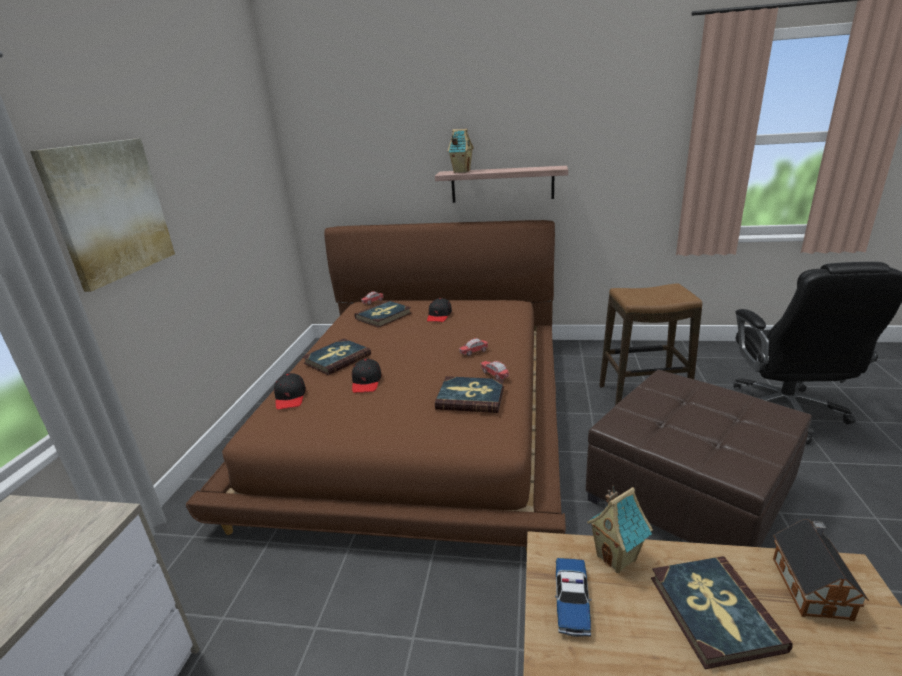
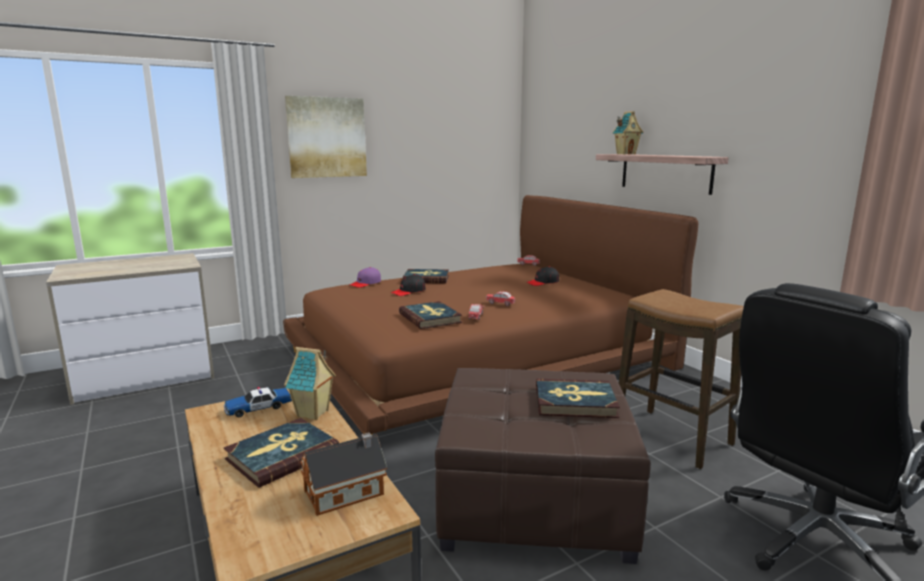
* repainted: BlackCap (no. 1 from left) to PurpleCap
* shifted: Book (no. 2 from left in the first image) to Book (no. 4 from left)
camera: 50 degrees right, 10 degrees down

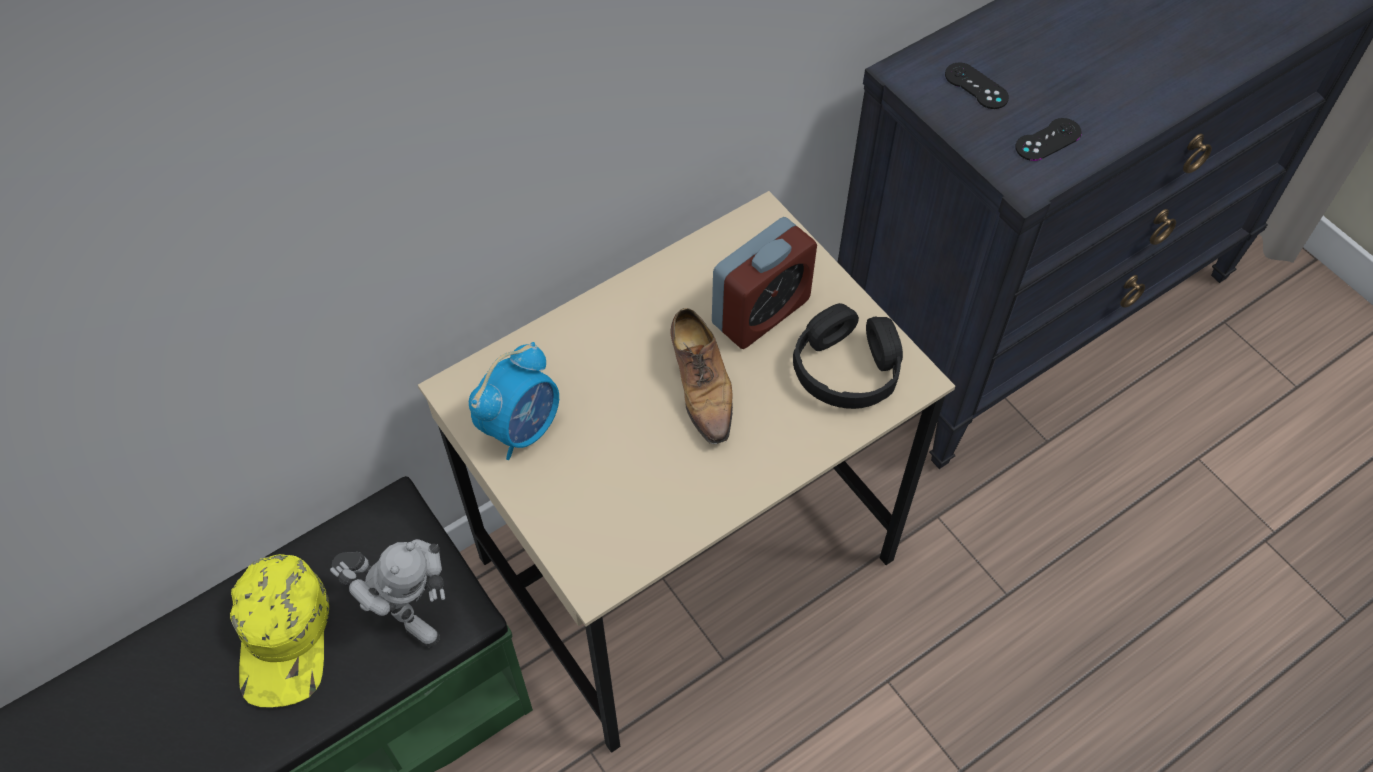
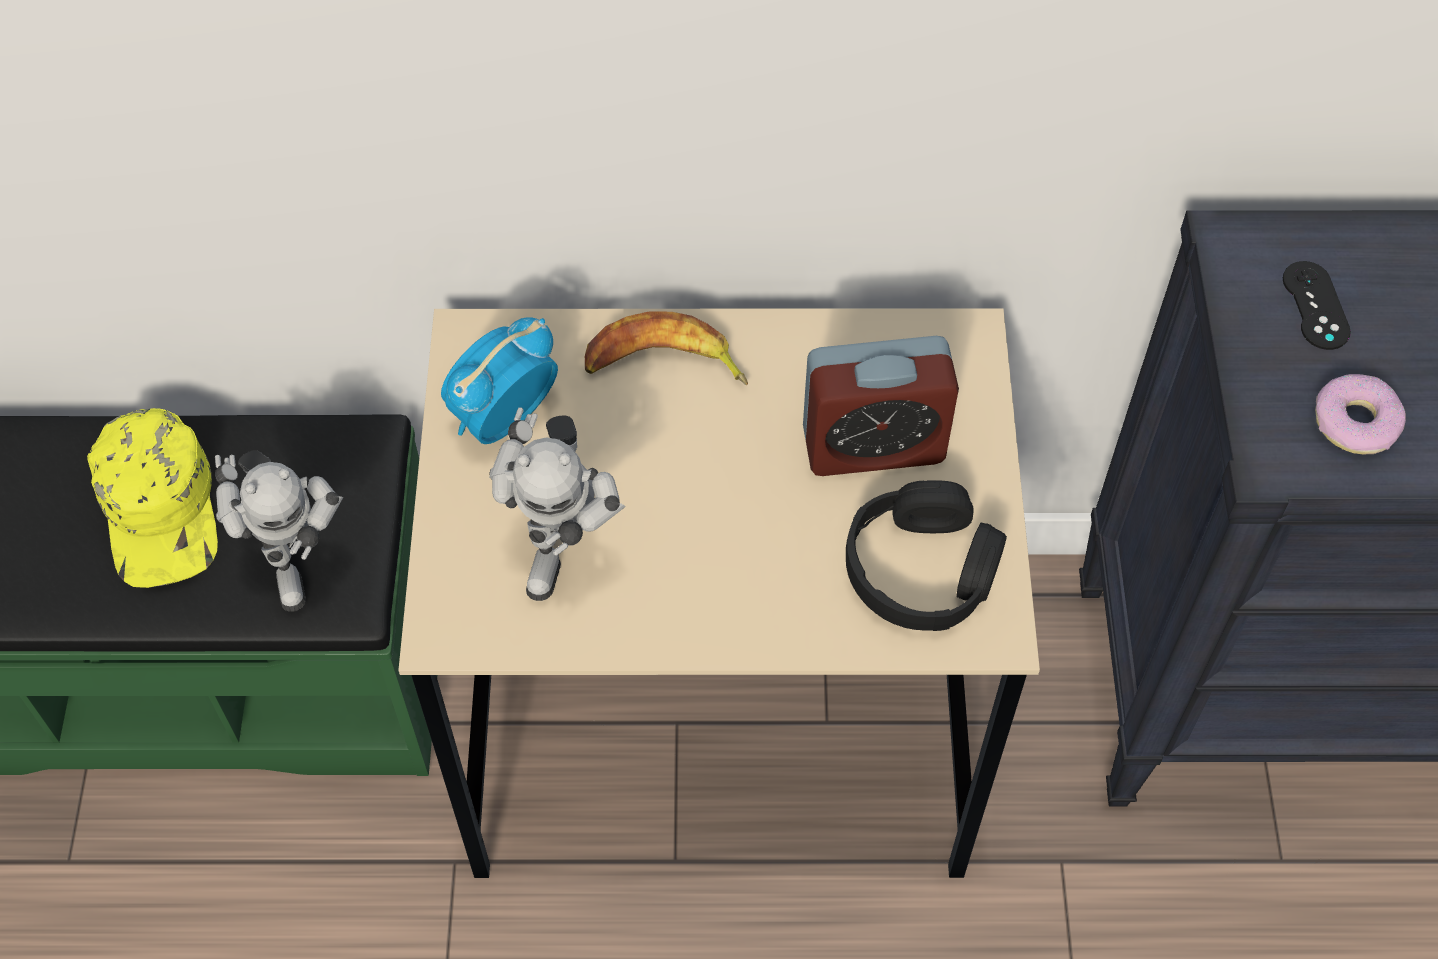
* rotated: YellowCap 45 degrees counterclockwise
* rotated: AlarmClock (no. 1 from left) 150 degrees clockwise
* new: ToyRobot (no. 2 from left)
* new: Banana
* swapped: BlackGameController (no. 2 from left) to Donut
* gone: Shoe
camera: 35 degrees right, 0 degrees up

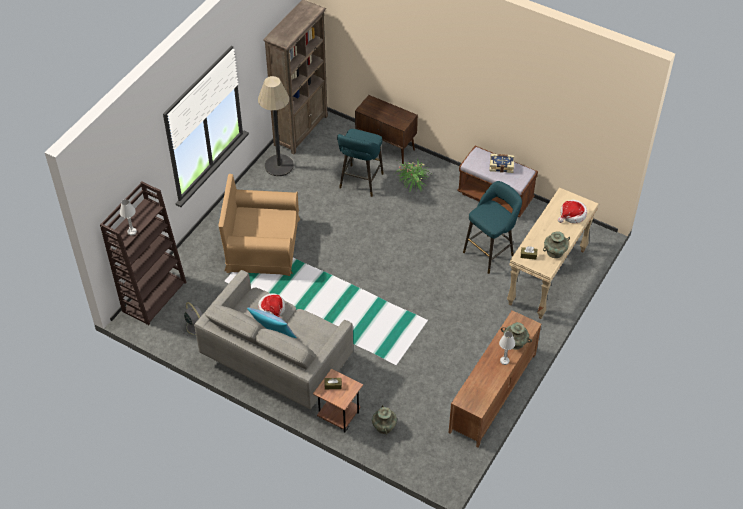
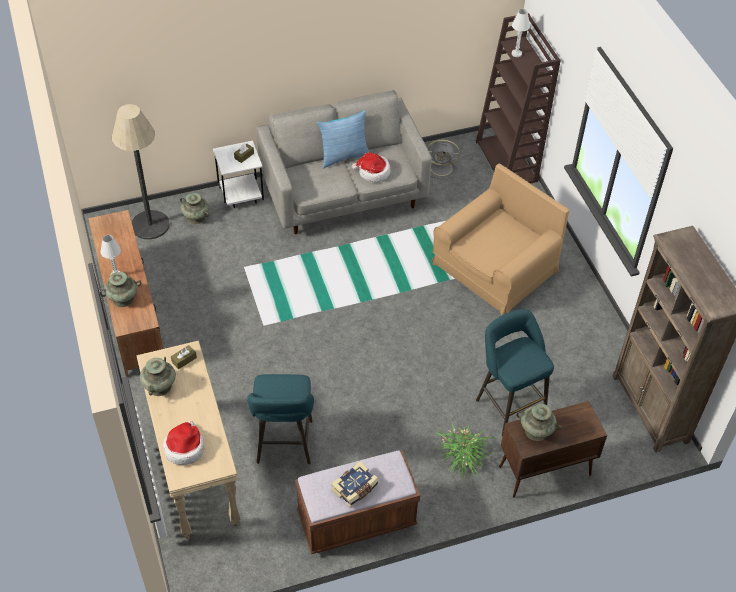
* shifted: FloorLamp
* repainted: BrownSideTable to WhiteSideTable
* new: TurquoiseVase (no. 4 from left)
camera: 130 degrees right, 0 degrees up

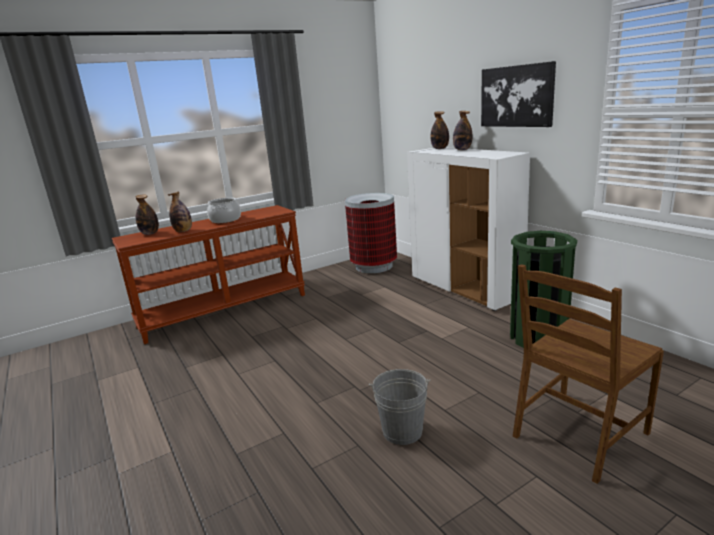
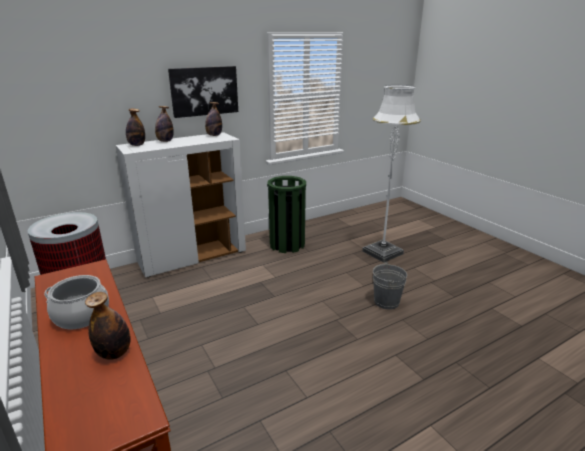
* shifted: Bottle (no. 1 from left in the first image) to Bottle (no. 4 from left)
* swapped: BrownChair to WhiteFloorLamp
camera: 90 degrees left, 5 degrees up

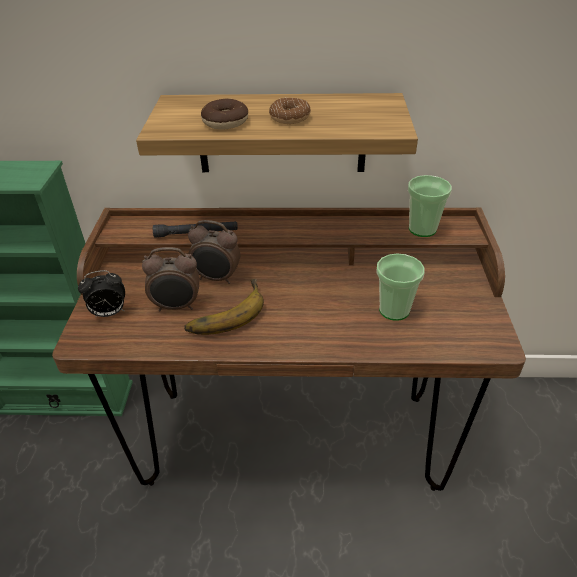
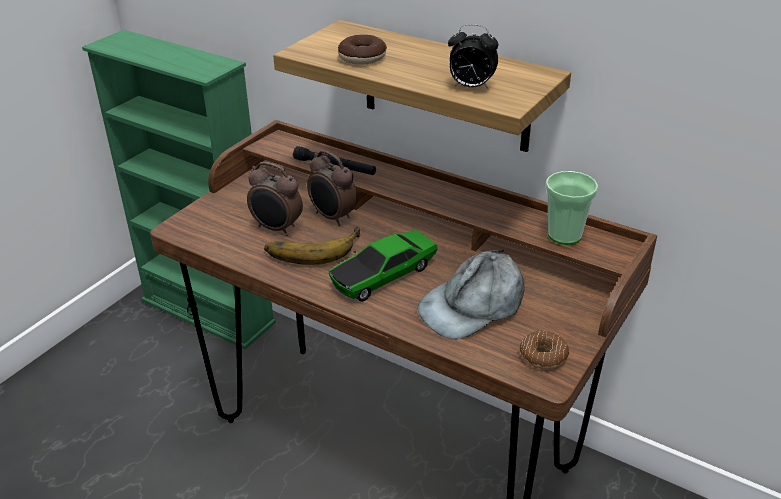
* new: ToyCar
* swapped: Cup (no. 1 from left) to GreyCap
* shifted: AlarmClock (no. 1 from left in the first image) to AlarmClock (no. 3 from left)
* shifted: Donut (no. 2 from left)
camera: 30 degrees right, 5 degrees down

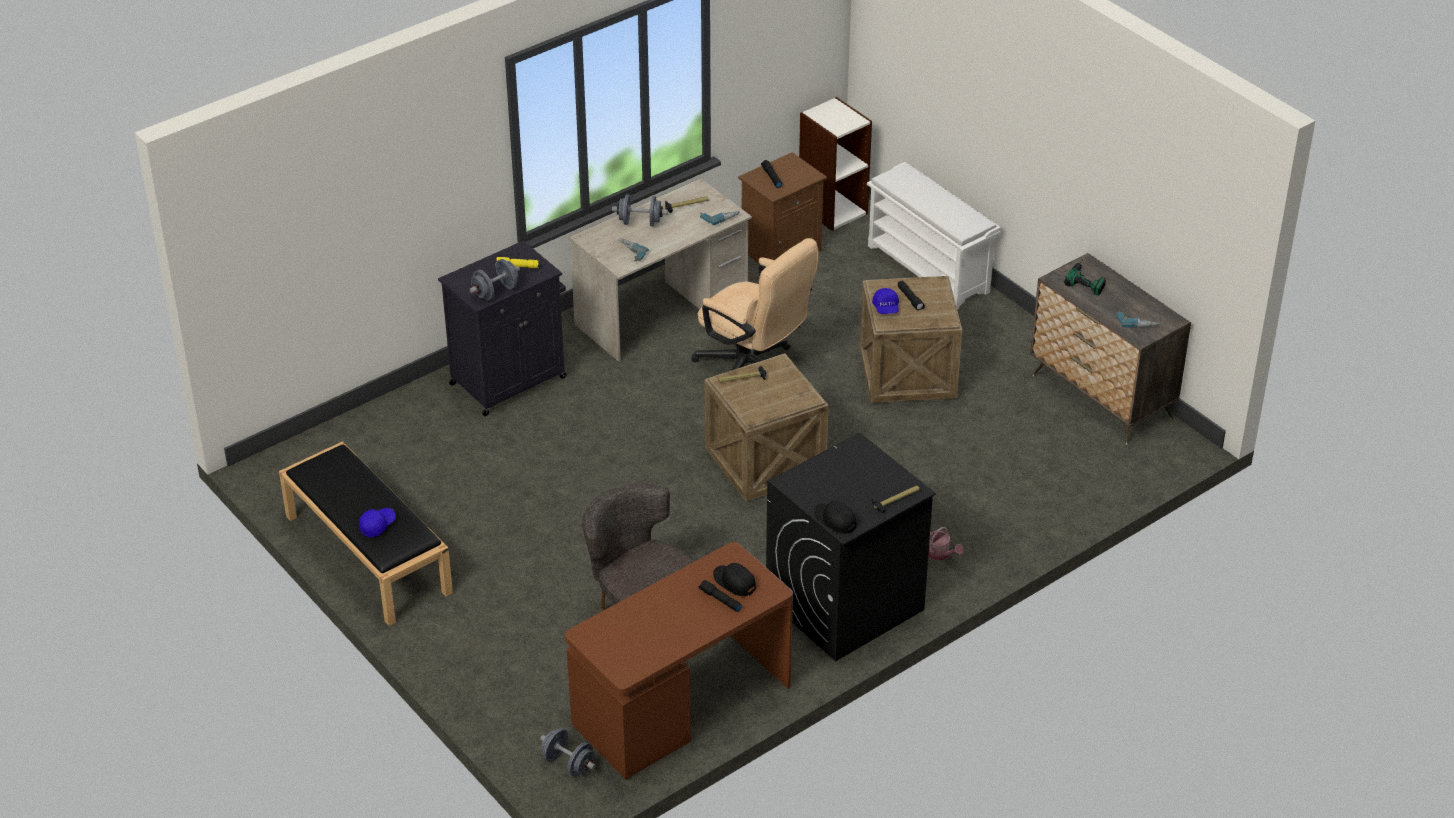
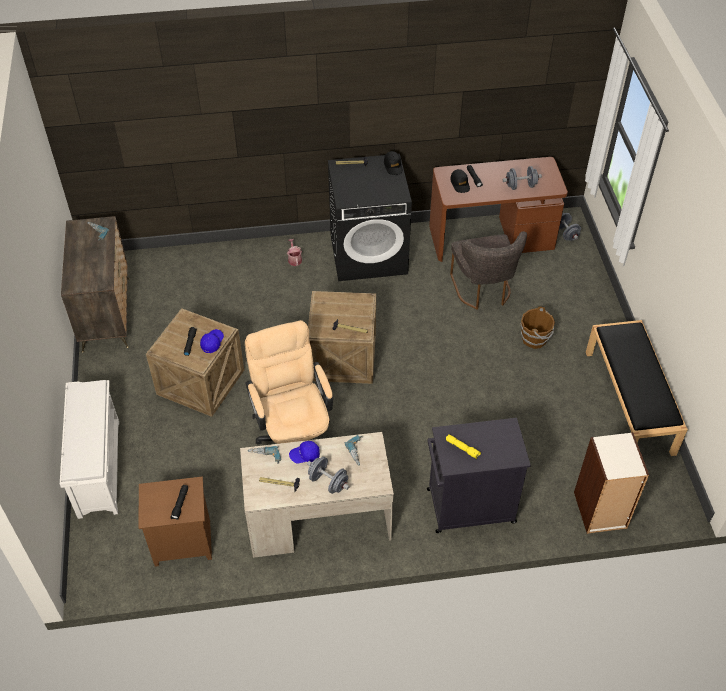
* shifted: BlueCap (no. 1 from left in the first image) to BlueCap (no. 2 from left)
* shifted: GreyDumbbell (no. 1 from left in the first image) to GreyDumbbell (no. 2 from left)
* new: BrownBucket
* shifted: Bookcase
* gone: PowerDrill (no. 3 from left)
camera: 150 degrees left, 10 degrees up

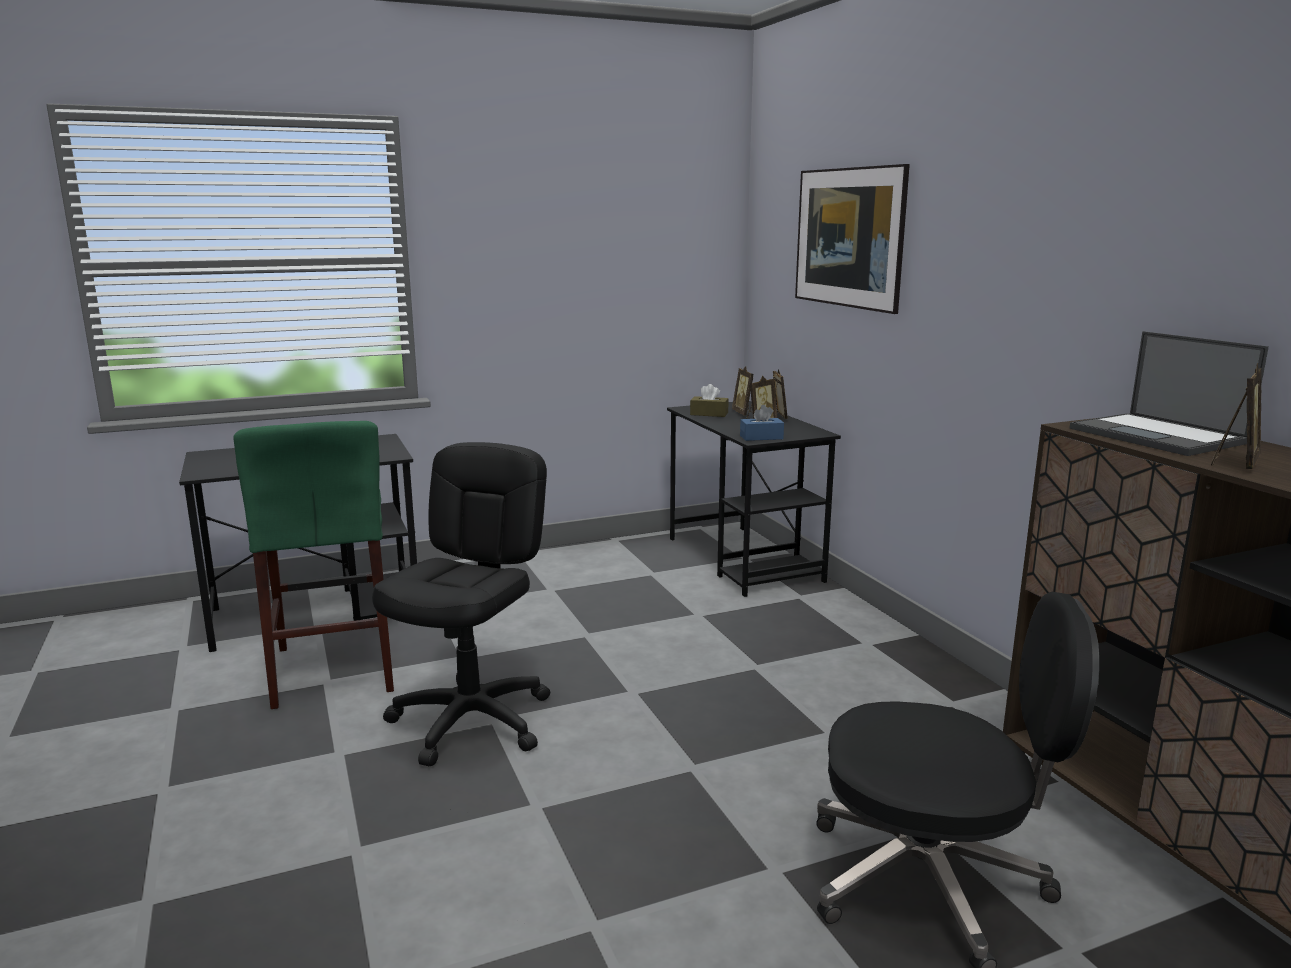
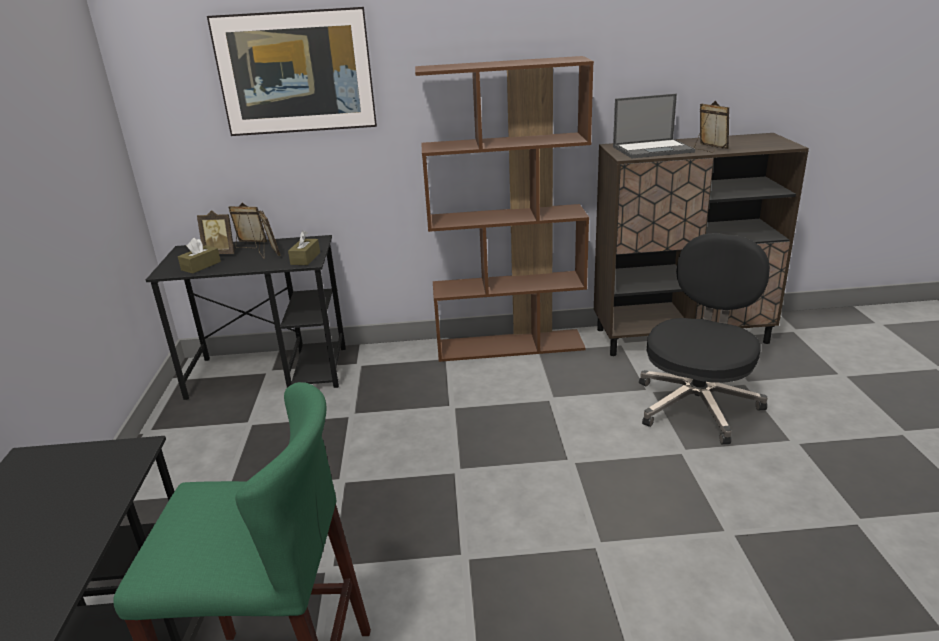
* repainted: BlueTissueBox to BrownTissueBox (no. 2 from left)
* new: BrownBookcase
* gone: BlackOfficeChair (no. 1 from left)
camera: 70 degrees left, 10 degrees up

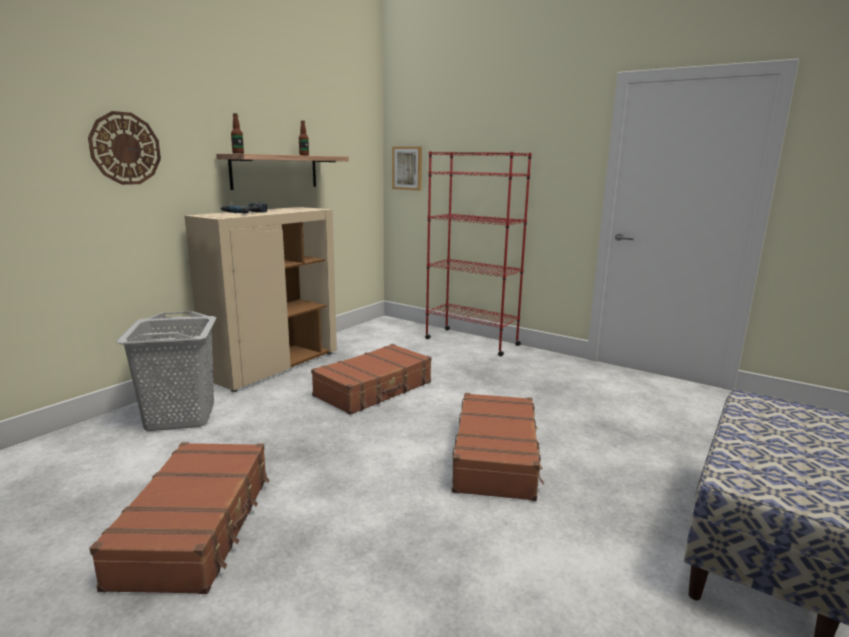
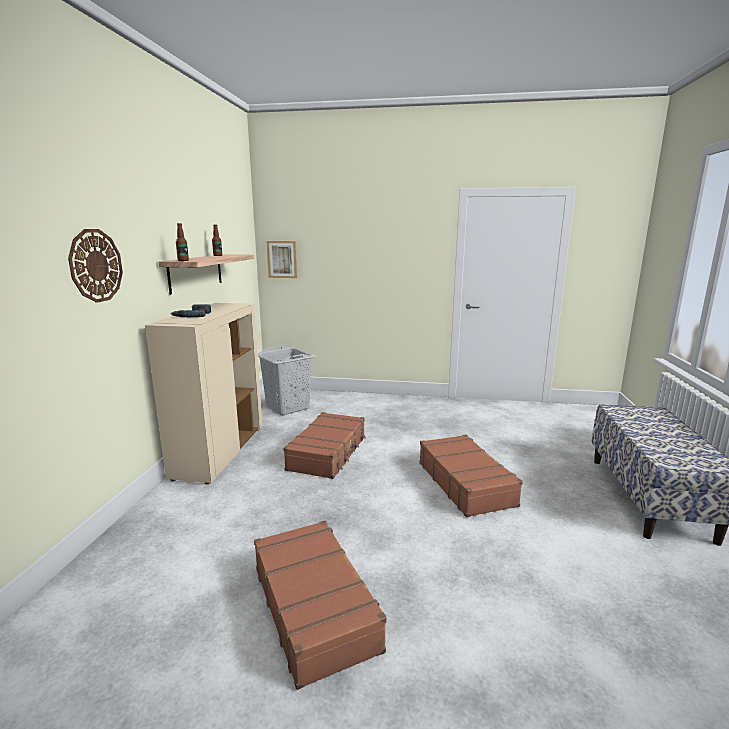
* shifted: GreyLaundryBasket
* gone: RedBookcase
camera: 25 degrees left, 0 degrees up

